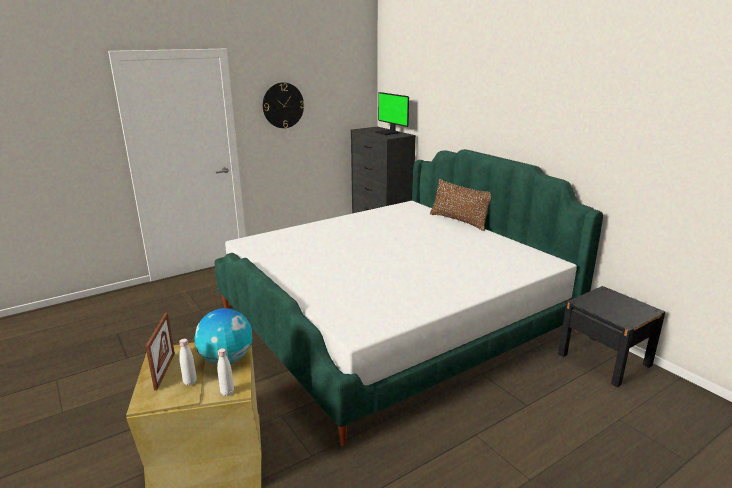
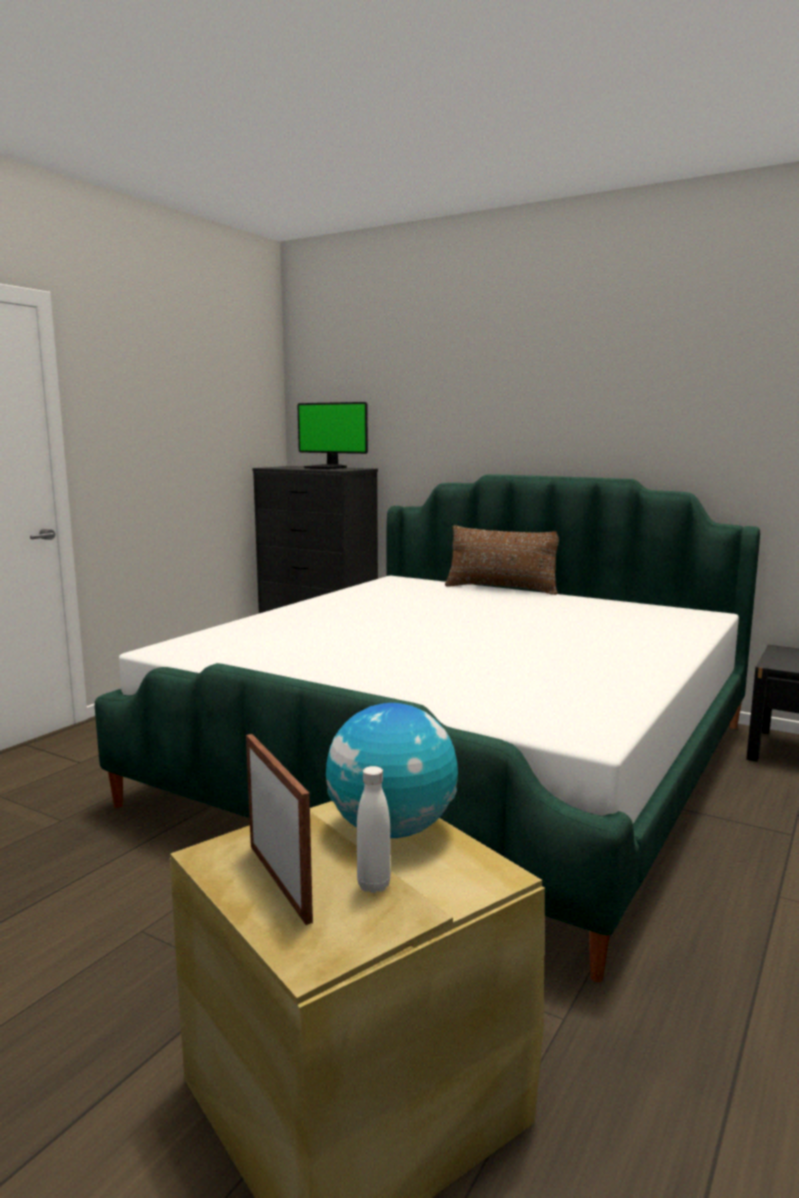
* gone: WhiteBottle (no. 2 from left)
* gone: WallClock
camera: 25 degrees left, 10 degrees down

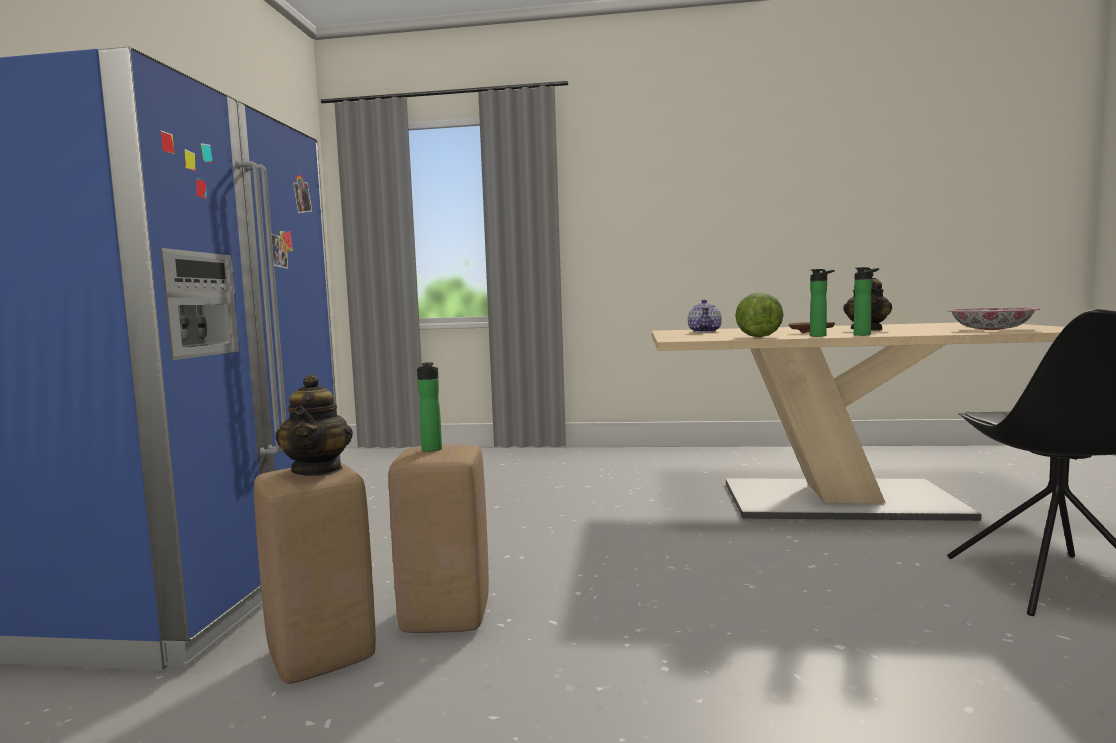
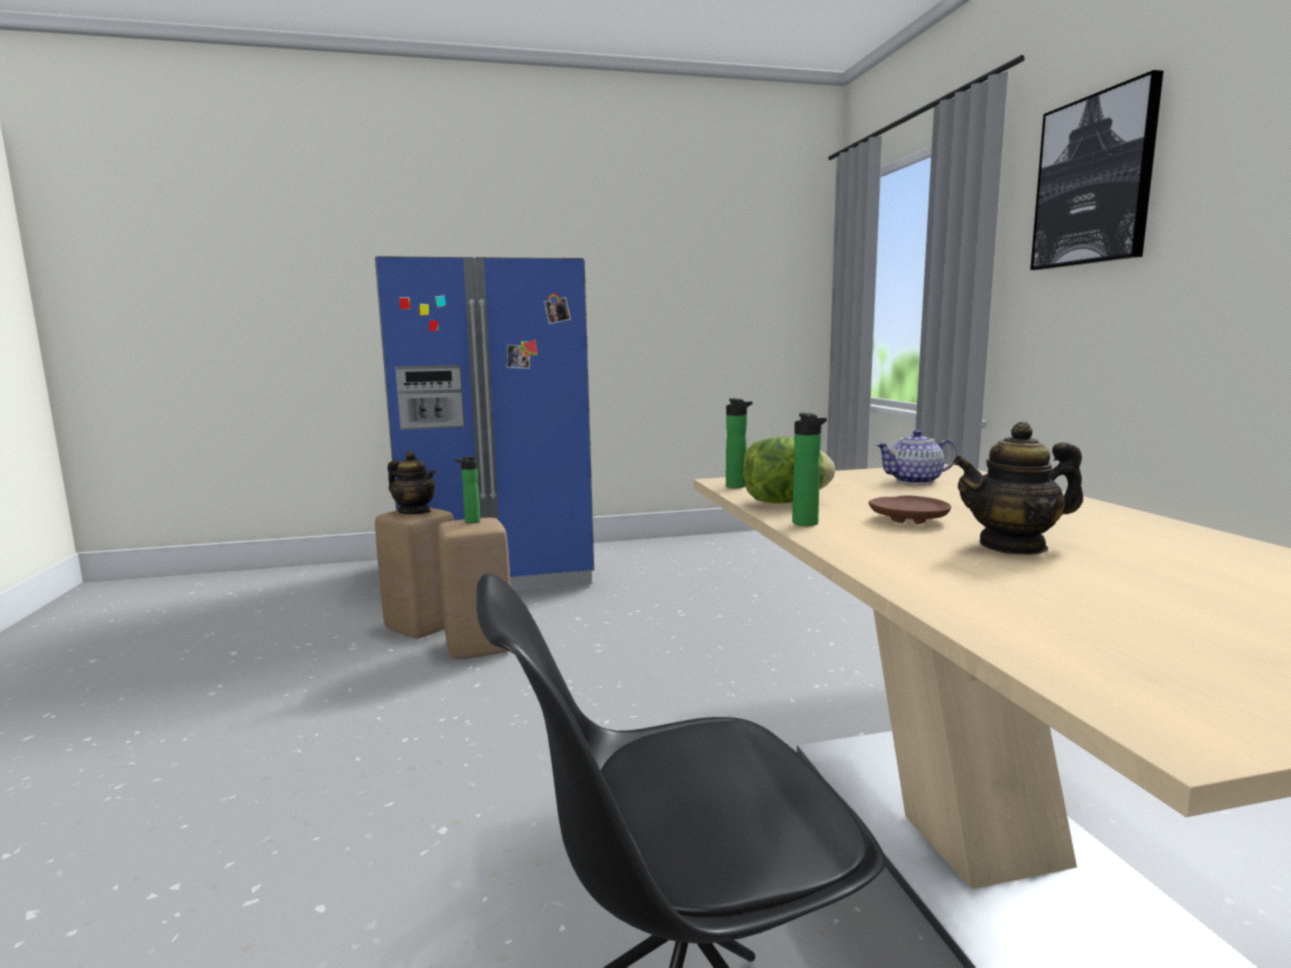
* rotated: Teapot (no. 1 from left) 120 degrees counterclockwise
* shifted: Bottle (no. 3 from left in the first image) to Bottle (no. 2 from left)
* new: Picture
* gone: Bowl
camera: 70 degrees right, 5 degrees up

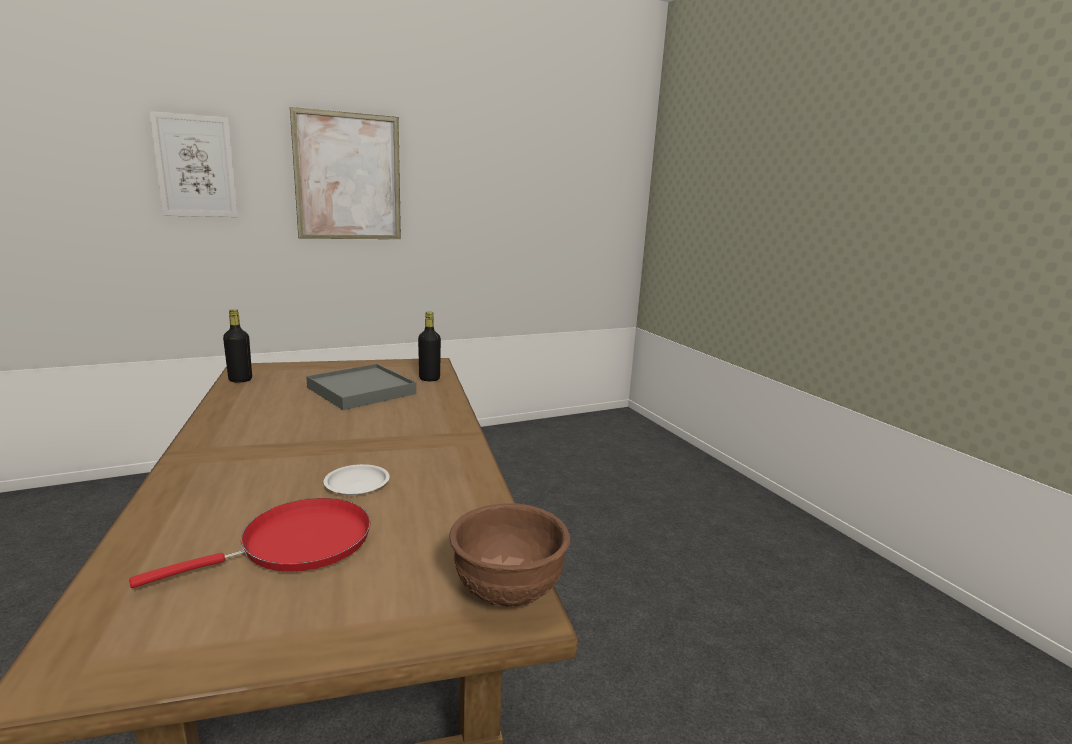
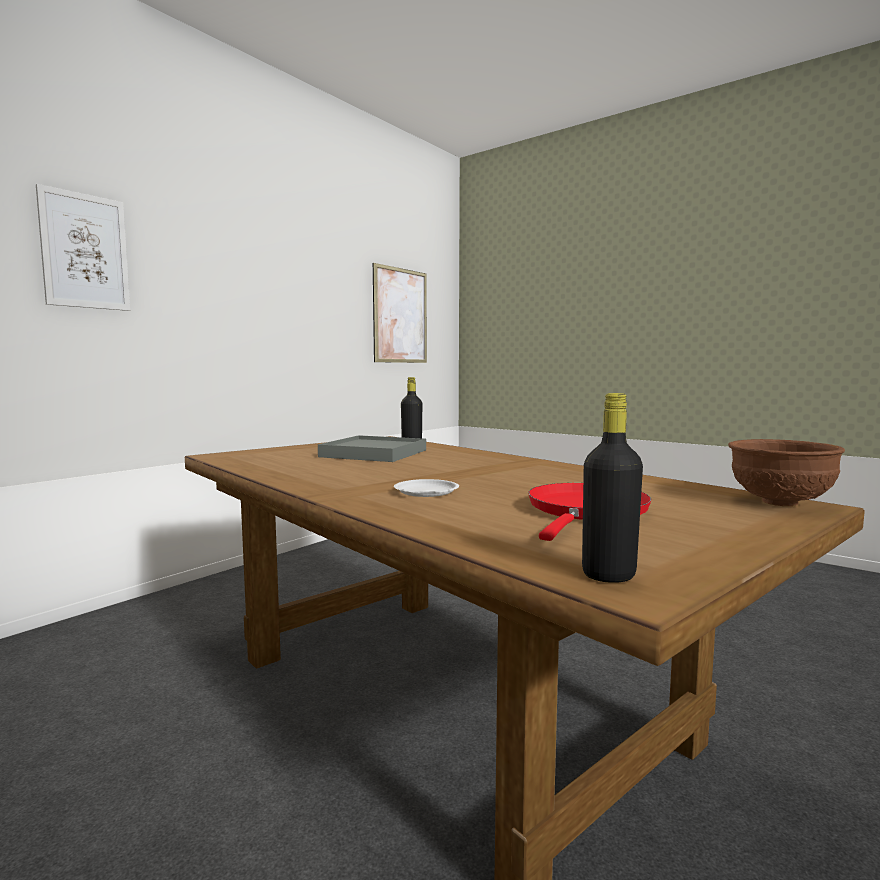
* shifted: Picture (no. 2 from left)
* shifted: WhitePlate
* shifted: BlackBottle (no. 1 from left in the first image) to BlackBottle (no. 2 from left)
camera: 25 degrees left, 10 degrees down

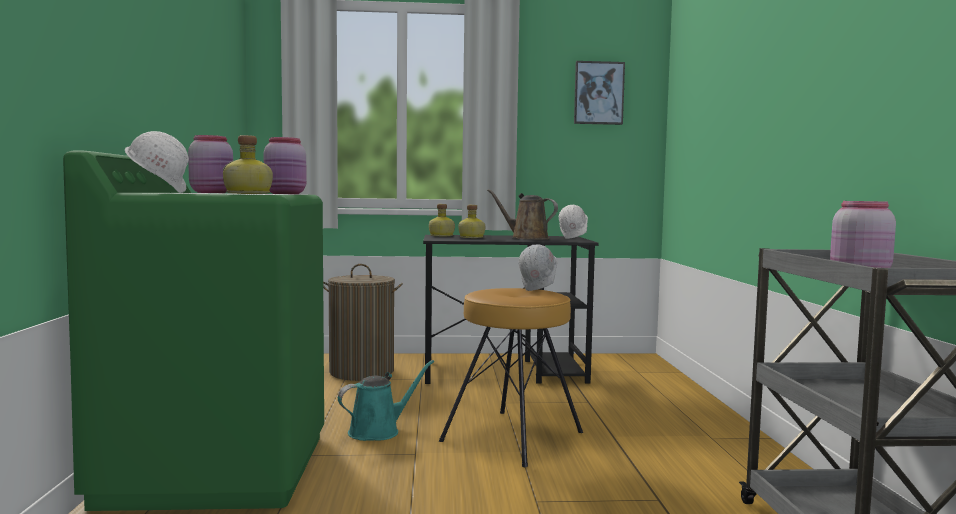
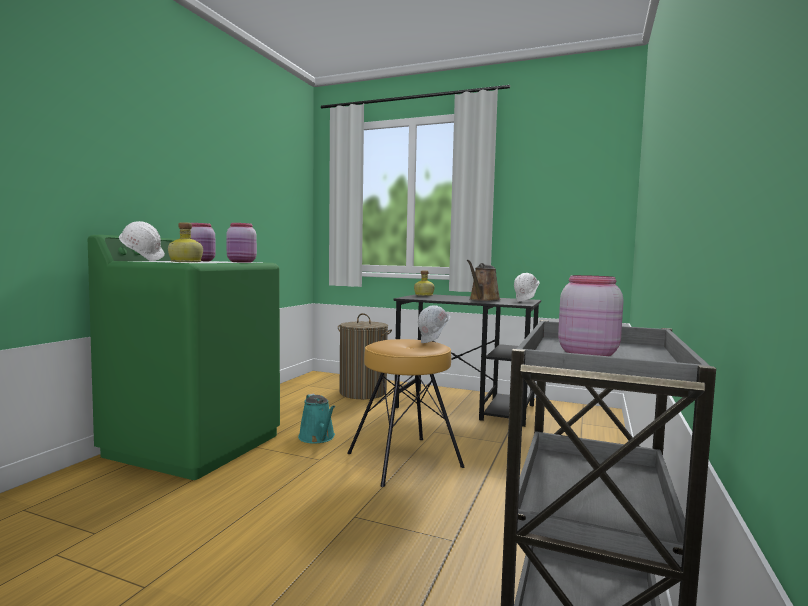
* rotated: TurquoiseWateringCan 75 degrees clockwise
* rotated: BrownWateringCan 120 degrees counterclockwise
* gone: Bottle (no. 3 from left)
* gone: Picture
camera: 25 degrees right, 0 degrees up

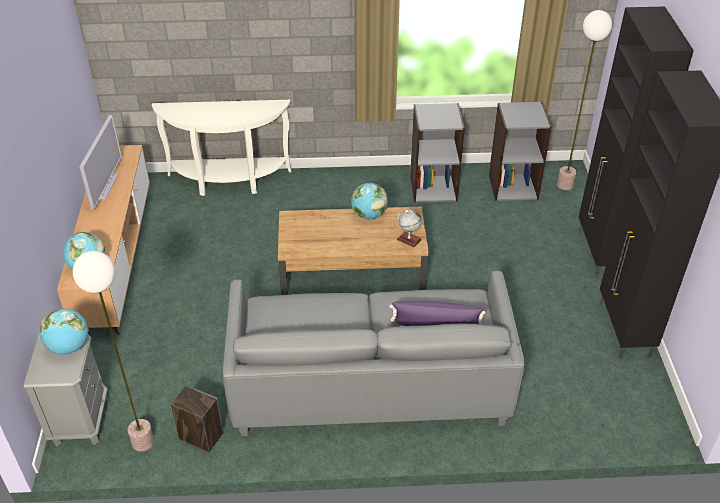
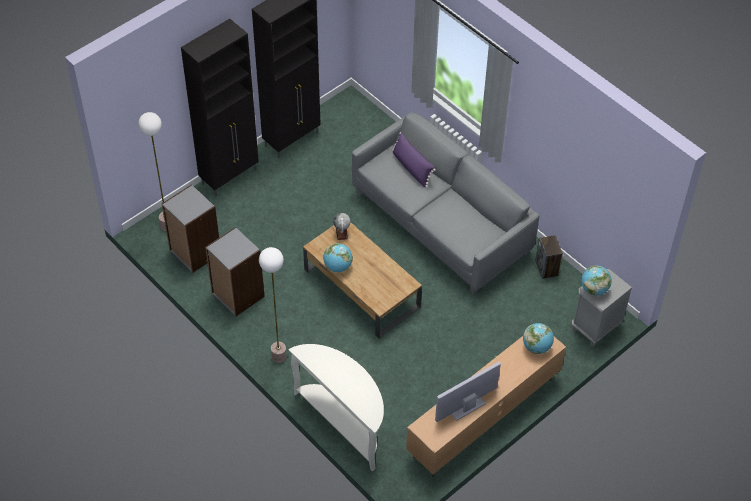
* shifted: FloorLamp (no. 1 from left in the first image) to FloorLamp (no. 2 from left)
camera: 130 degrees left, 10 degrees up

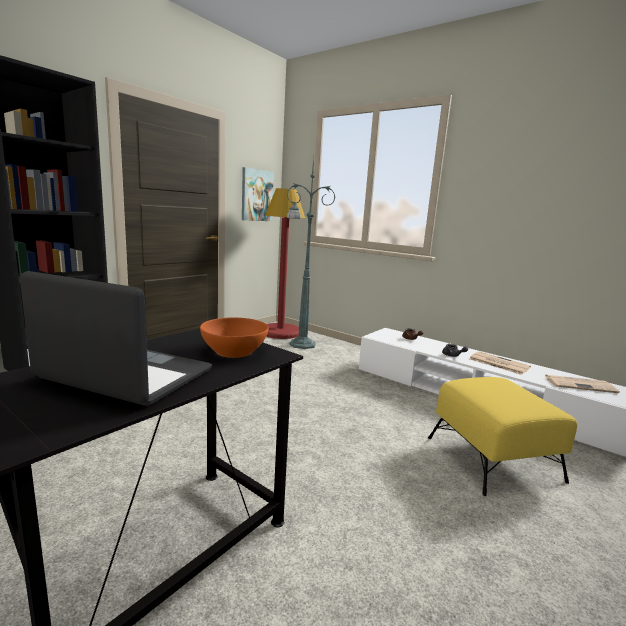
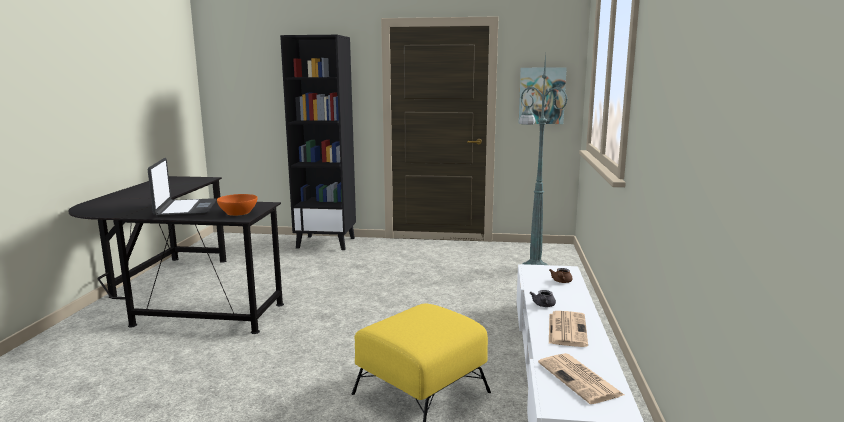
* gone: RedFloorLamp
camera: 60 degrees right, 0 degrees up

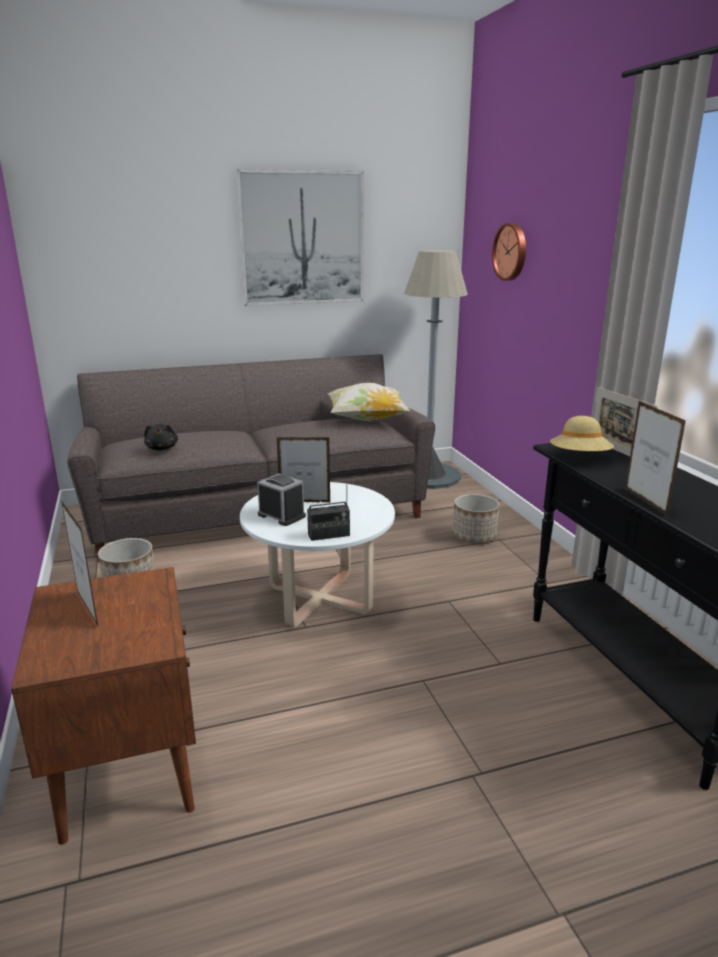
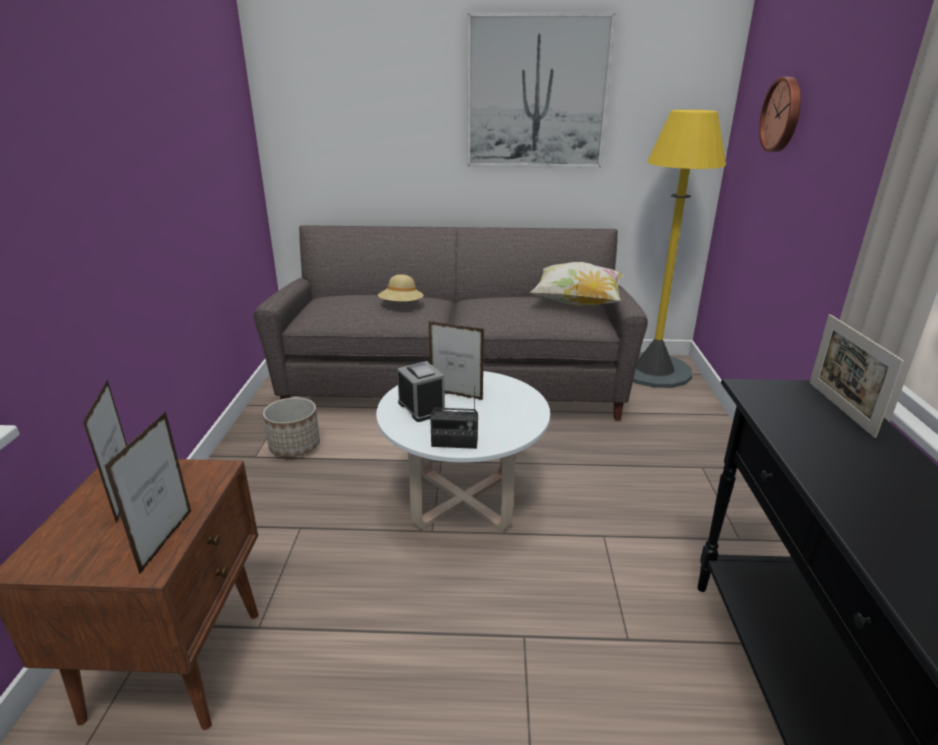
* shifted: PictureFrame (no. 4 from left in the first image) to PictureFrame (no. 2 from left)
* shifted: BeigeHat
* repainted: GreyFloorLamp to YellowFloorLamp
* gone: BlackPlushToy
* gone: Planter (no. 2 from left)
camera: 20 degrees right, 5 degrees up

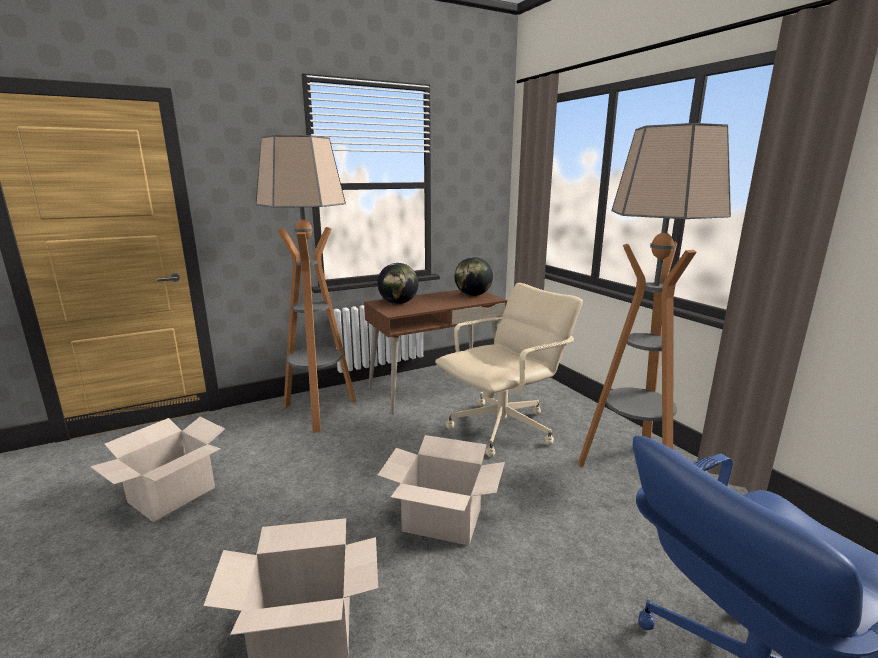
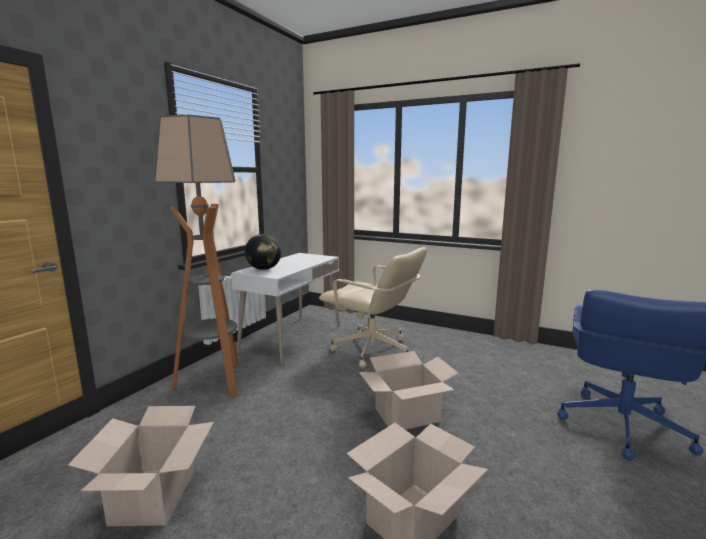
* repainted: BrownDesk to WhiteDesk
* rotated: BeigeOfficeChair 105 degrees clockwise
* gone: Globe (no. 2 from left)
* gone: FloorLamp (no. 2 from left)
camera: 35 degrees left, 5 degrees down

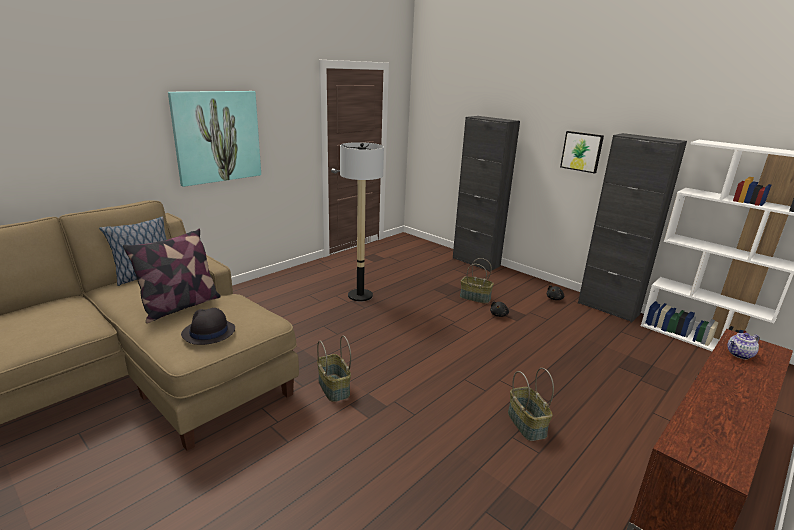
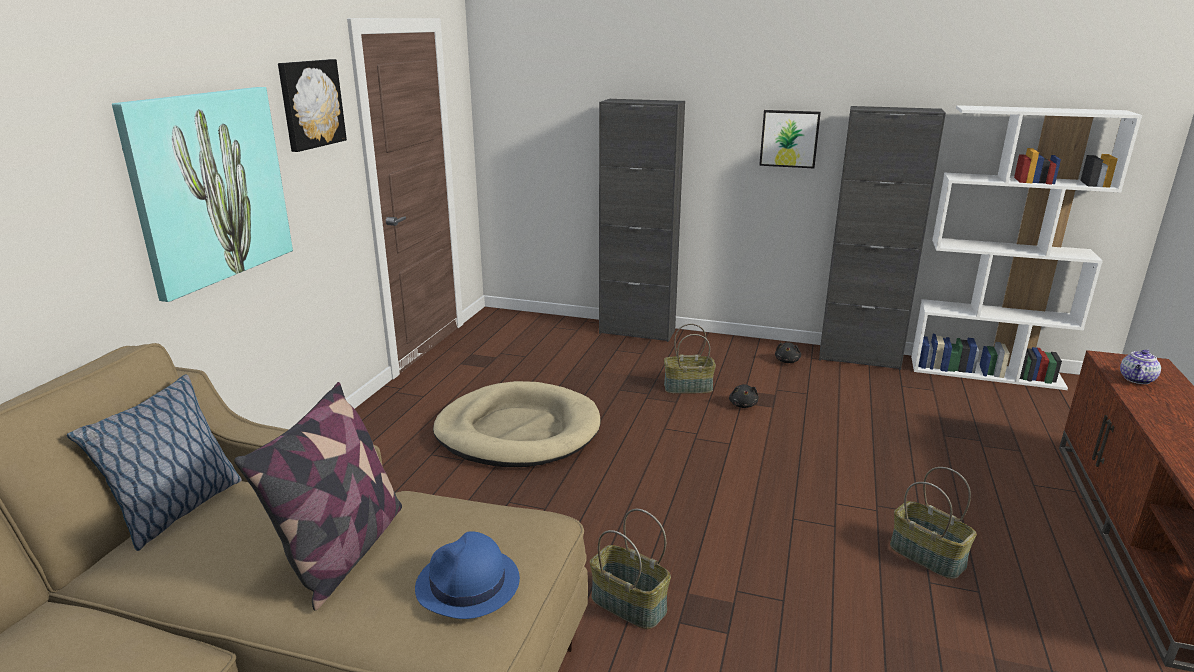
* new: Picture (no. 2 from left)
* repainted: BlackHat to BlueHat
* swapped: FloorLamp to BeigeDogBed
camera: 25 degrees left, 0 degrees up

